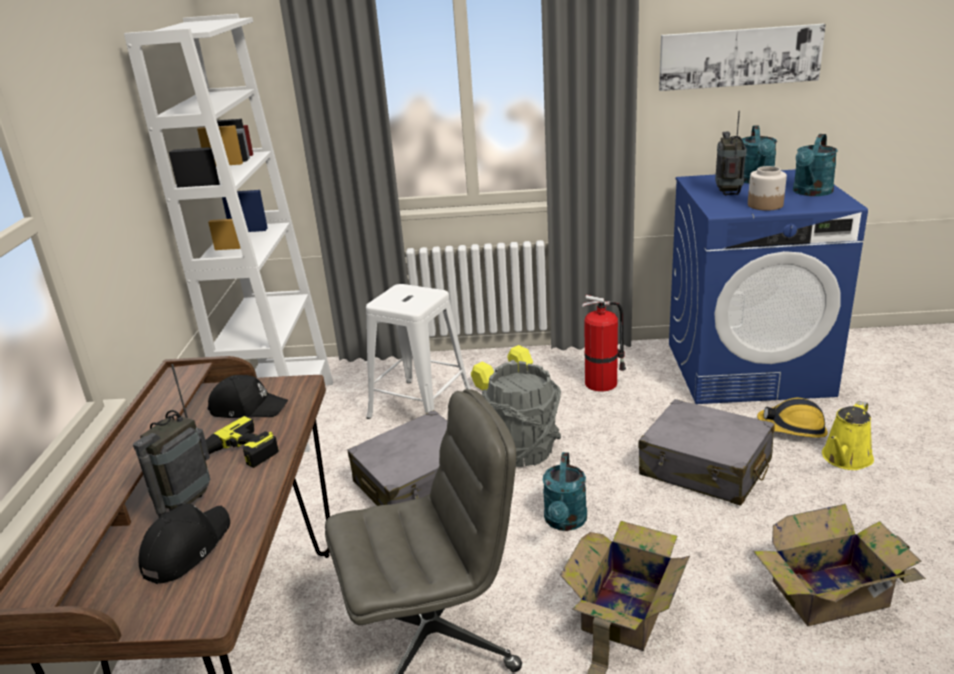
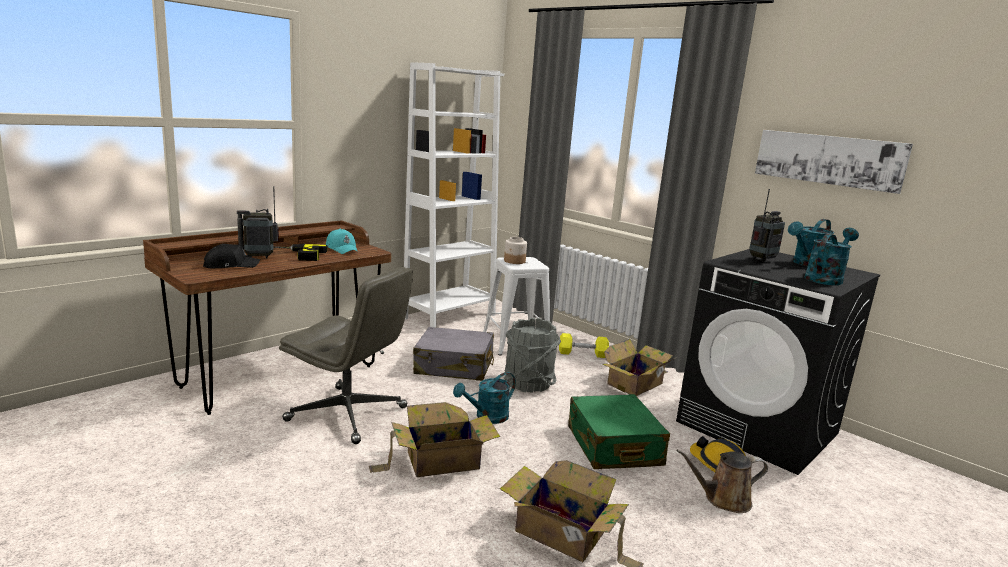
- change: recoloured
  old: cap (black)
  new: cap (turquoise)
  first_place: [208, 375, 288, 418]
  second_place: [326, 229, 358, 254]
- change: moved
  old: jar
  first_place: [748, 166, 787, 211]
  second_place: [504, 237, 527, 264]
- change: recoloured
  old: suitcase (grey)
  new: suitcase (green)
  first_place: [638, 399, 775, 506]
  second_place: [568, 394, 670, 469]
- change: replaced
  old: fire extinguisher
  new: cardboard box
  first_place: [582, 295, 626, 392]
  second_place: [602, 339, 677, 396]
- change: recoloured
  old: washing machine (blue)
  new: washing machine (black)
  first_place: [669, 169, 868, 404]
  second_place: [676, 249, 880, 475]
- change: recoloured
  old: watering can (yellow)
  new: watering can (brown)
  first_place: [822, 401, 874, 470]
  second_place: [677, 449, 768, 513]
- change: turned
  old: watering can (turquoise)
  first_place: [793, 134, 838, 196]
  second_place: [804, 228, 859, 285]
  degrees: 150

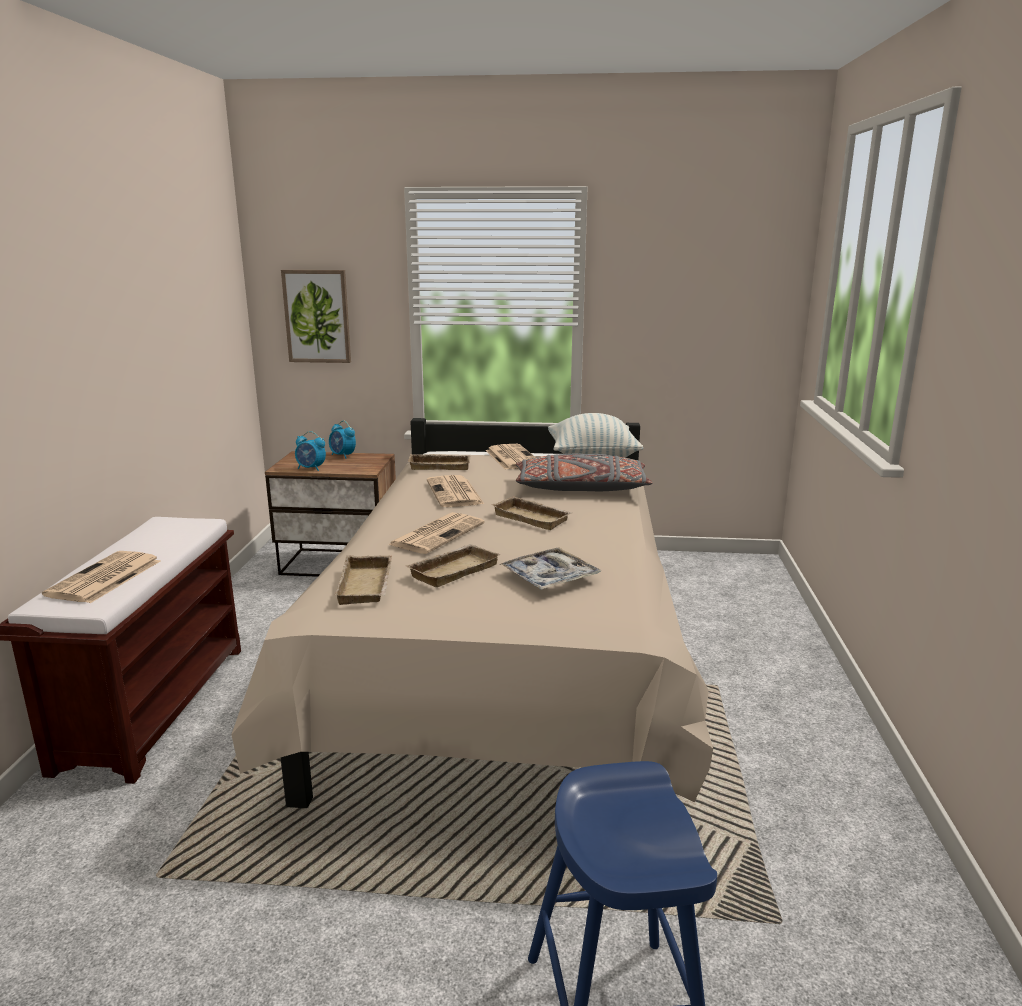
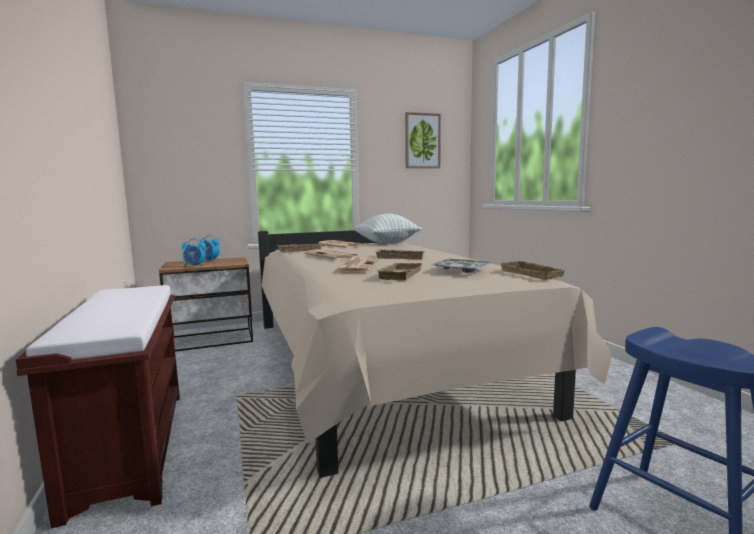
- change: moved
  old: picture
  first_place: [281, 270, 351, 363]
  second_place: [405, 112, 441, 168]
- change: moved
  old: tray (beige)
  first_place: [334, 555, 392, 605]
  second_place: [500, 260, 566, 280]
- change: removed
  old: newspaper
  first_place: [42, 551, 160, 603]
- change: removed
  old: pillow (grey)
  first_place: [516, 453, 653, 491]

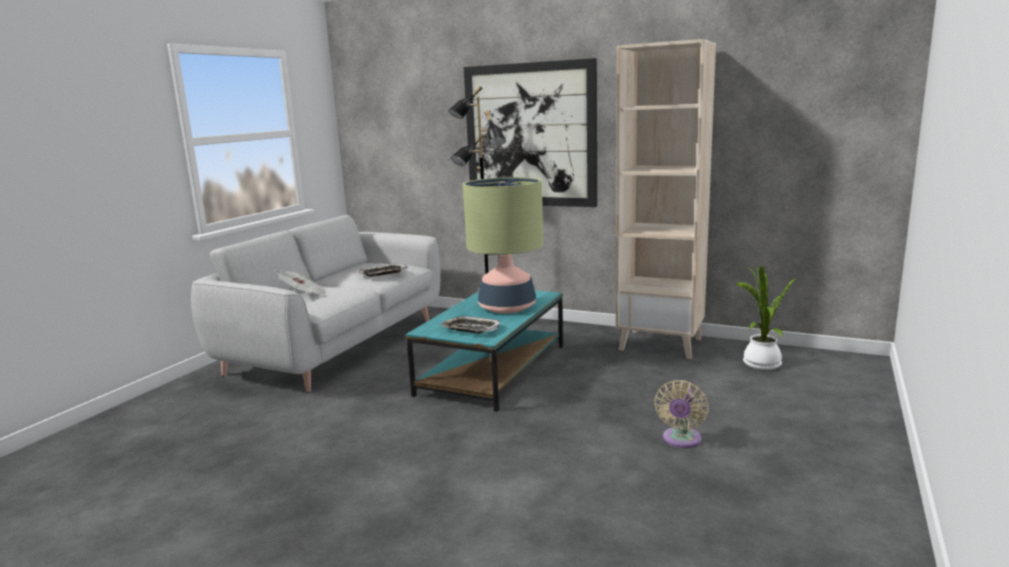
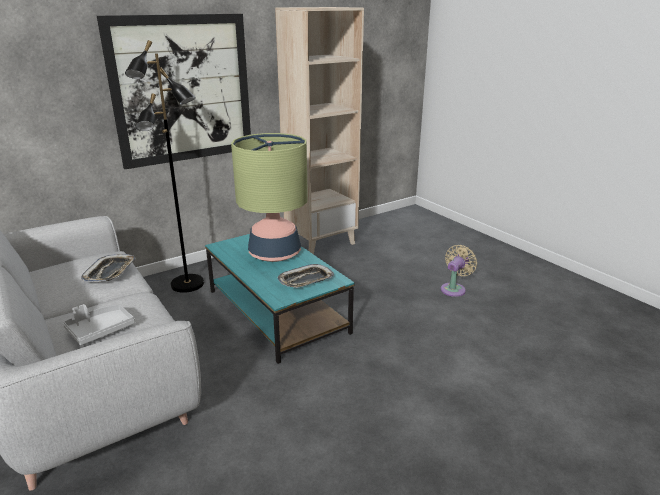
- change: replaced
  old: newspaper
  new: tray (grey)
  first_place: [274, 270, 327, 295]
  second_place: [63, 304, 135, 345]
- change: turned
  old: fan (beige)
  first_place: [654, 380, 709, 448]
  second_place: [441, 245, 477, 297]
  degrees: -105
- change: removed
  old: potted plant
  first_place: [735, 265, 796, 370]

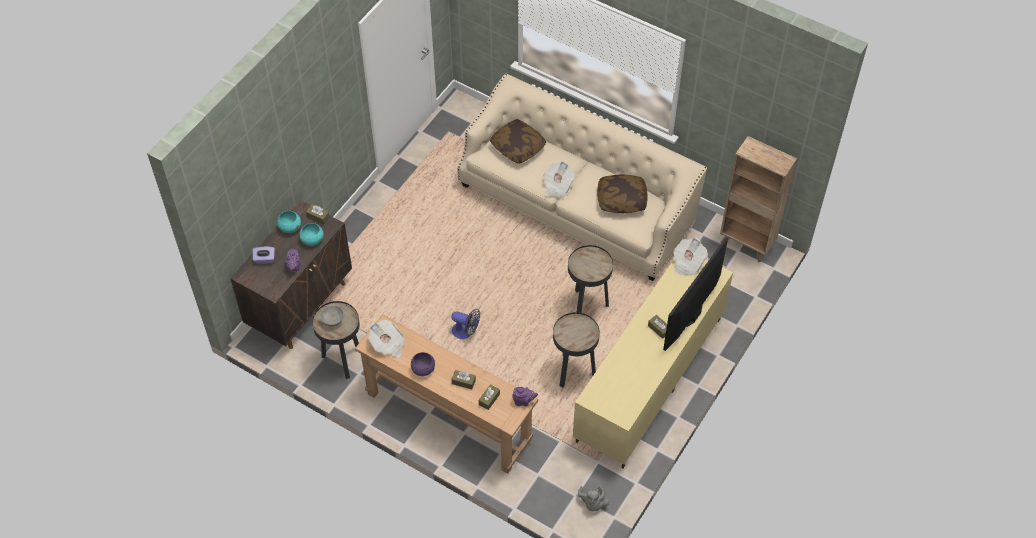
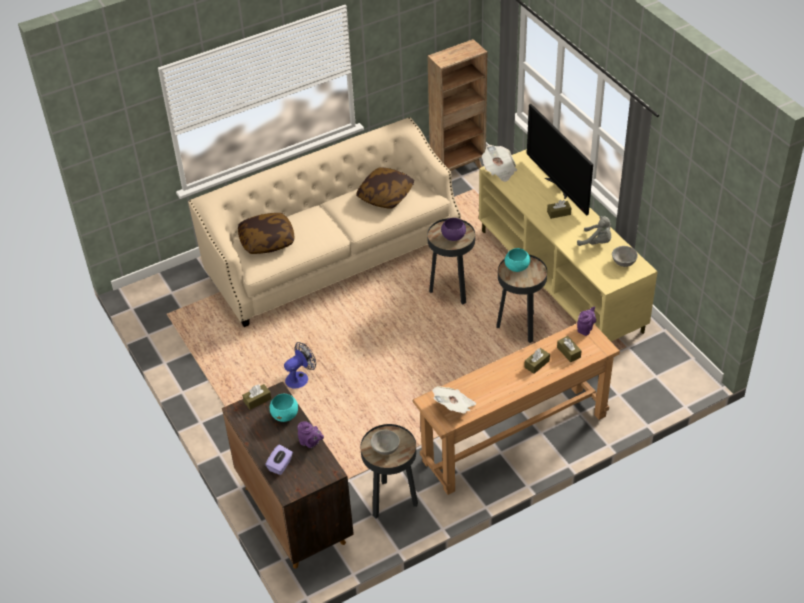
- change: moved
  old: fan
  first_place: [452, 308, 480, 339]
  second_place: [284, 342, 316, 389]
- change: moved
  old: bowl (purple)
  first_place: [411, 352, 435, 376]
  second_place: [441, 218, 466, 241]
- change: moved
  old: bowl (turquoise)
  first_place: [277, 211, 301, 233]
  second_place: [505, 248, 530, 272]
- change: moved
  old: plush toy (grey)
  first_place: [578, 485, 609, 512]
  second_place: [577, 216, 612, 246]
- change: added
  new: bowl (grey)
  second_place: [612, 246, 638, 267]
- change: removed
  old: newspaper
  first_place: [543, 161, 575, 197]

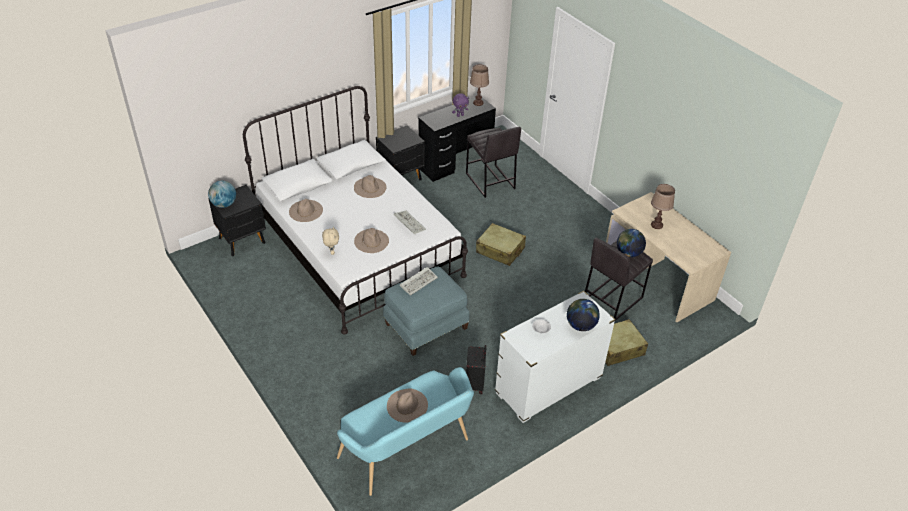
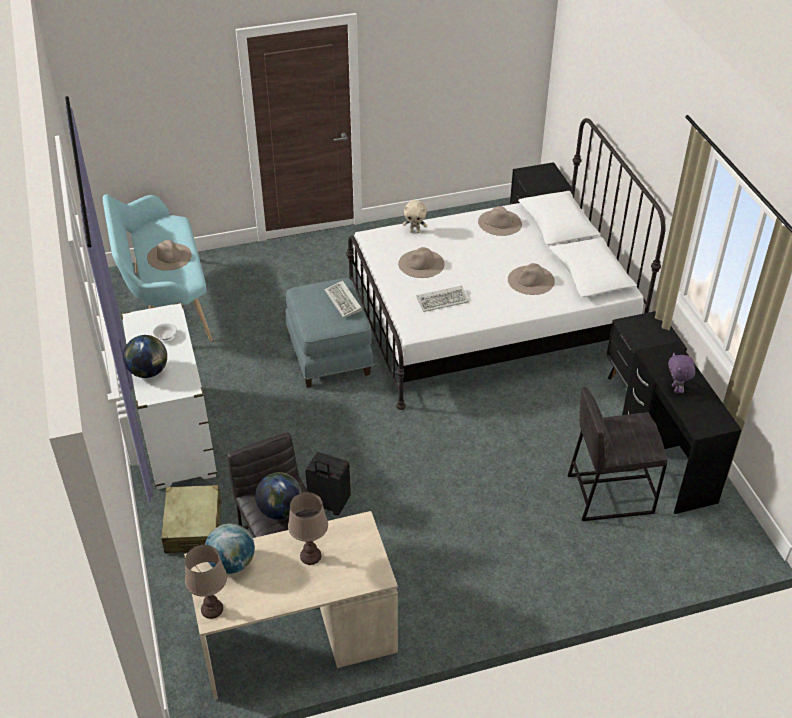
- change: moved
  old: table lamp (brown)
  first_place: [470, 64, 489, 106]
  second_place: [185, 545, 227, 619]
- change: moved
  old: globe
  first_place: [208, 181, 236, 208]
  second_place: [205, 524, 255, 574]
- change: moved
  old: suitcase (black)
  first_place: [466, 345, 486, 394]
  second_place: [305, 452, 351, 515]
- change: removed
  old: suitcase (beige)
  first_place: [476, 223, 526, 266]

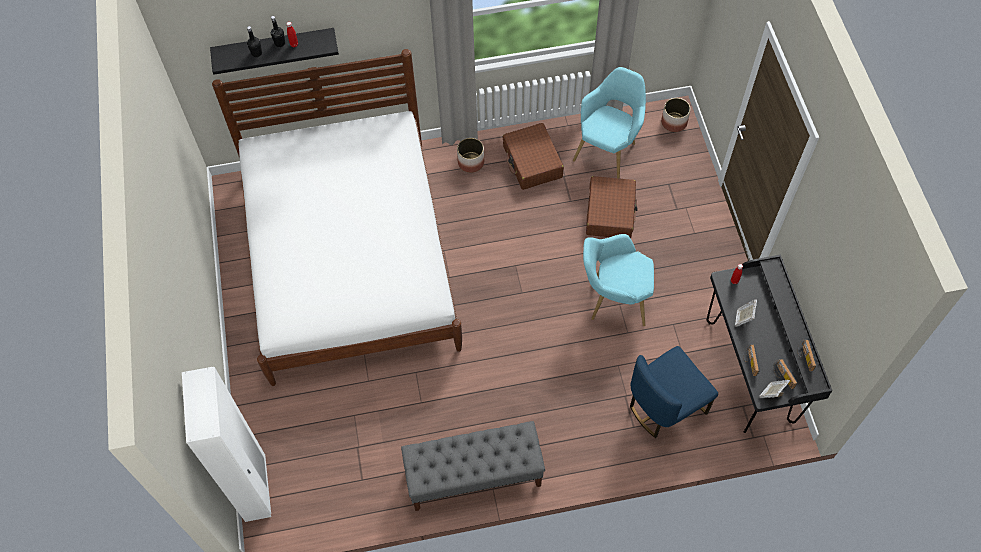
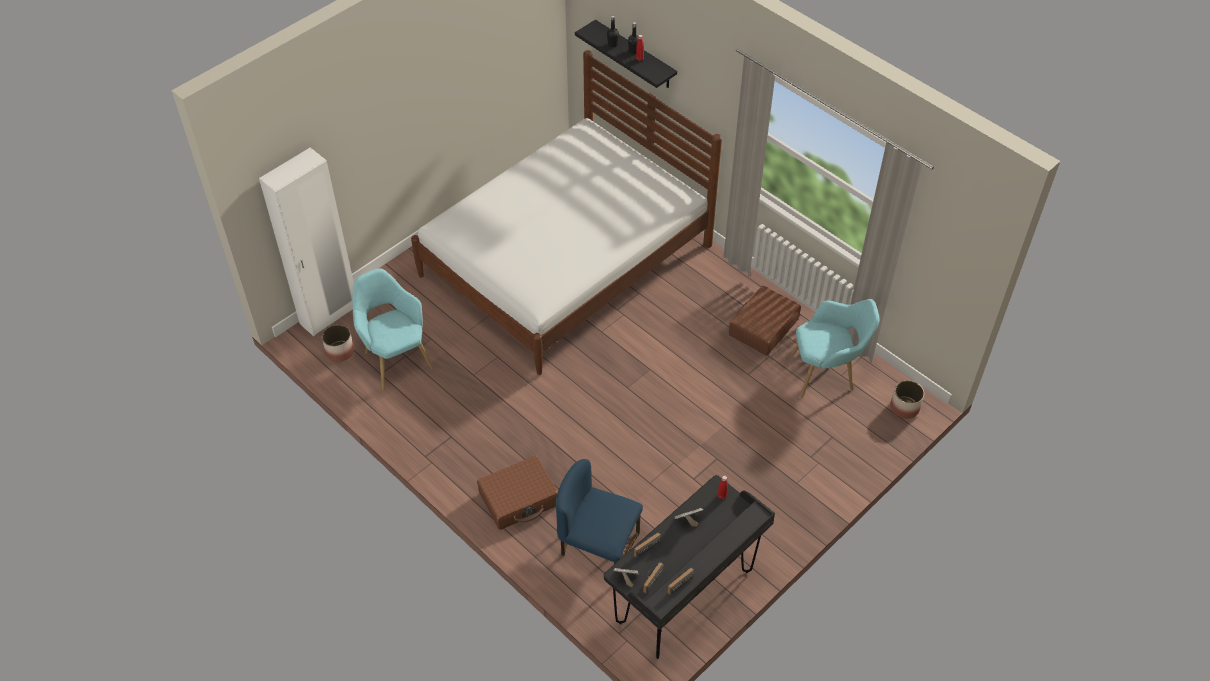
- change: moved
  old: planter
  first_place: [457, 138, 484, 173]
  second_place: [322, 325, 354, 362]
- change: moved
  old: armchair (turquoise)
  first_place: [583, 234, 654, 326]
  second_place: [353, 268, 433, 391]
- change: moved
  old: suitcase (brown)
  first_place: [586, 176, 638, 238]
  second_place: [477, 456, 558, 530]
- change: removed
  old: bench (grey)
  first_place: [401, 421, 545, 511]

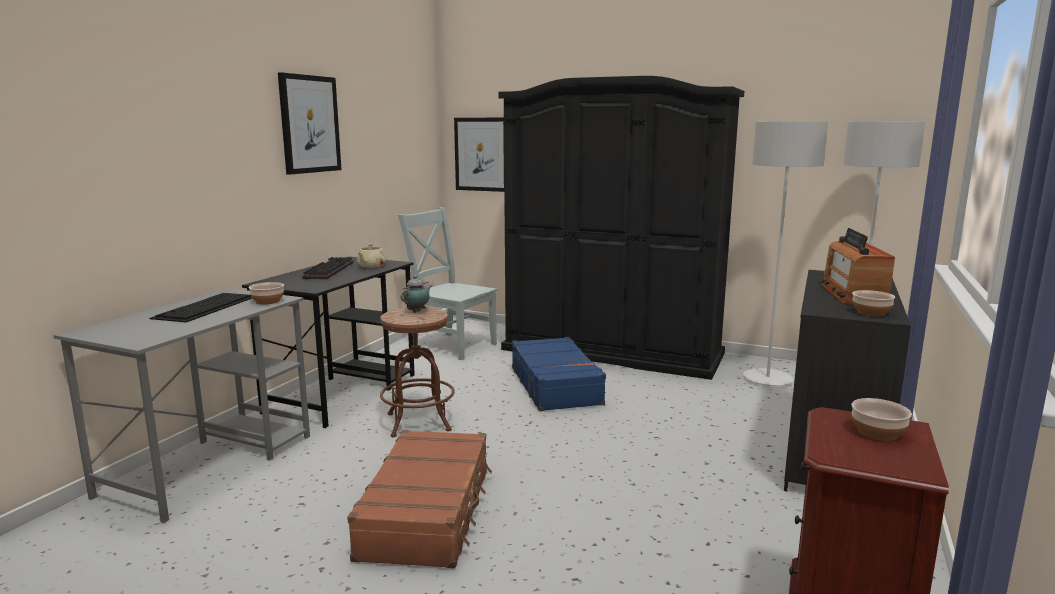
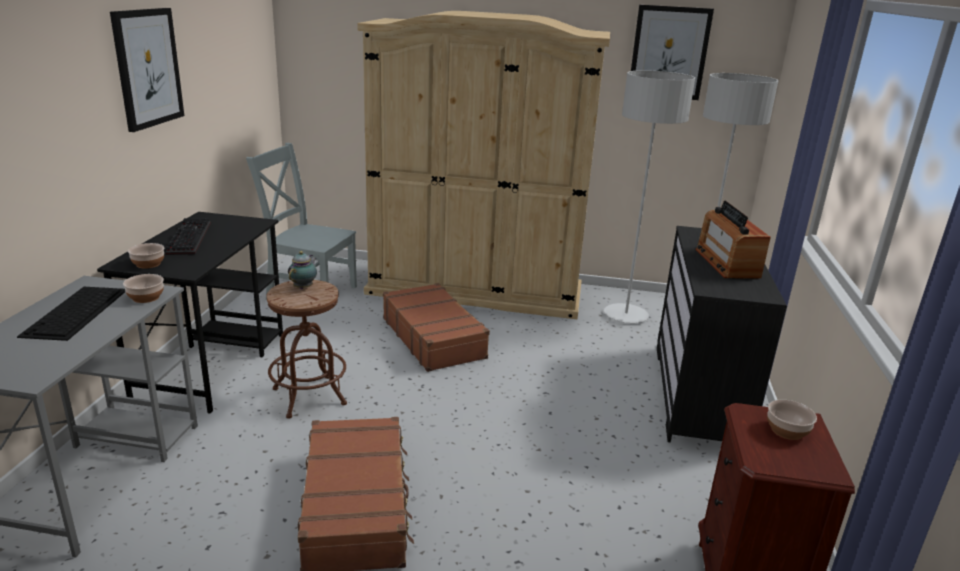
- change: moved
  old: bowl
  first_place: [852, 290, 895, 317]
  second_place: [128, 243, 164, 268]
- change: recoloured
  old: wardrobe (black)
  new: wardrobe (beige)
  first_place: [499, 76, 744, 380]
  second_place: [357, 11, 610, 319]
- change: recoloured
  old: suitcase (blue)
  new: suitcase (brown)
  first_place: [512, 337, 606, 411]
  second_place: [383, 283, 490, 372]
- change: moved
  old: picture
  first_place: [454, 118, 504, 192]
  second_place: [631, 5, 714, 100]
- change: removed
  old: teapot (beige)
  first_place: [357, 244, 386, 268]

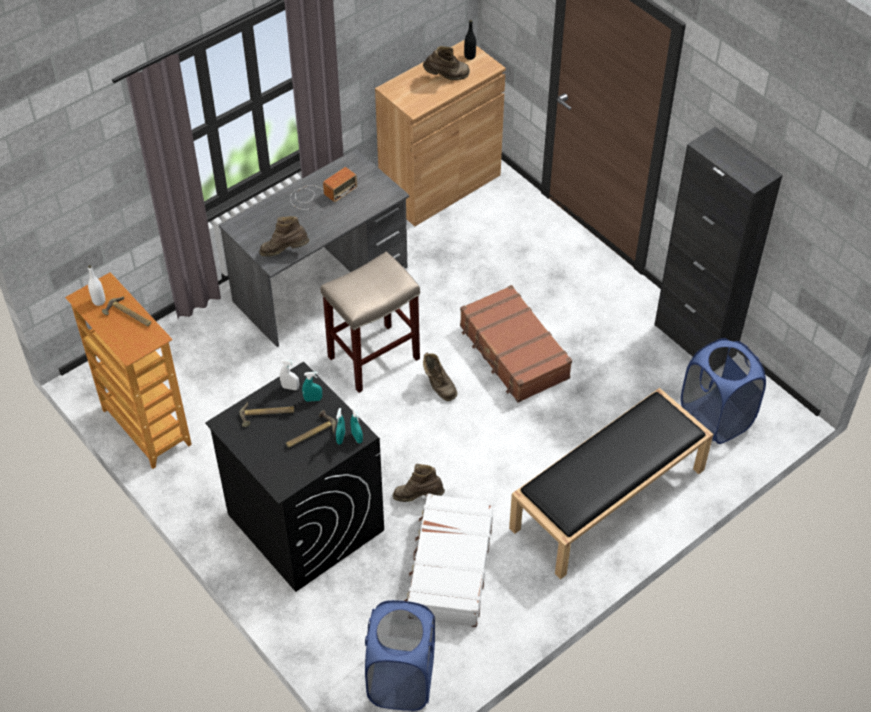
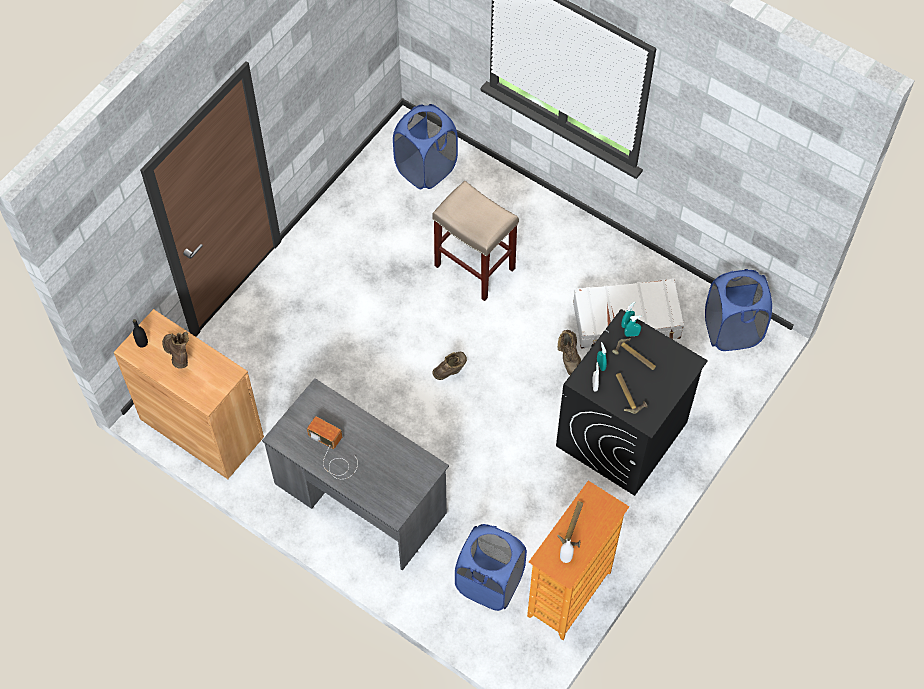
- change: moved
  old: stool (beige)
  first_place: [321, 251, 420, 393]
  second_place: [432, 181, 519, 301]
- change: added
  new: laundry basket (blue)
  second_place: [455, 524, 527, 611]
- change: removed
  old: boot (brown)
  first_place: [259, 216, 309, 257]
- change: removed
  old: suitcase (brown)
  first_place: [460, 285, 572, 403]
- change: removed
  old: bench (black)
  first_place: [509, 388, 713, 579]
- change: removed
  old: cabinet (black)
  first_place: [654, 127, 783, 357]

